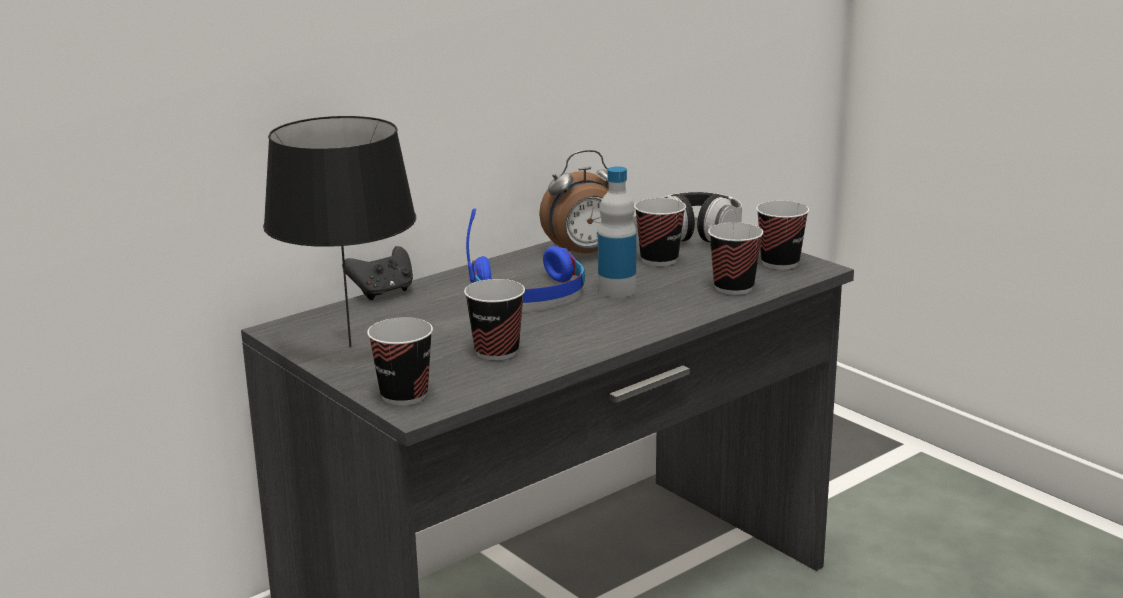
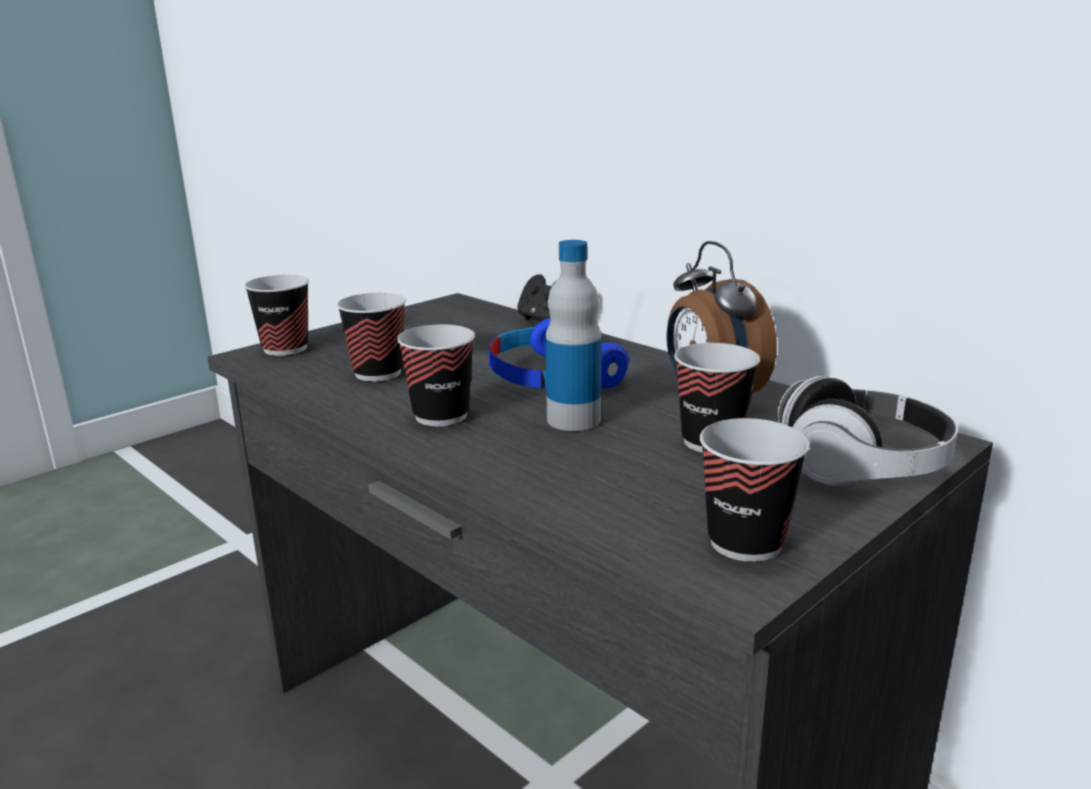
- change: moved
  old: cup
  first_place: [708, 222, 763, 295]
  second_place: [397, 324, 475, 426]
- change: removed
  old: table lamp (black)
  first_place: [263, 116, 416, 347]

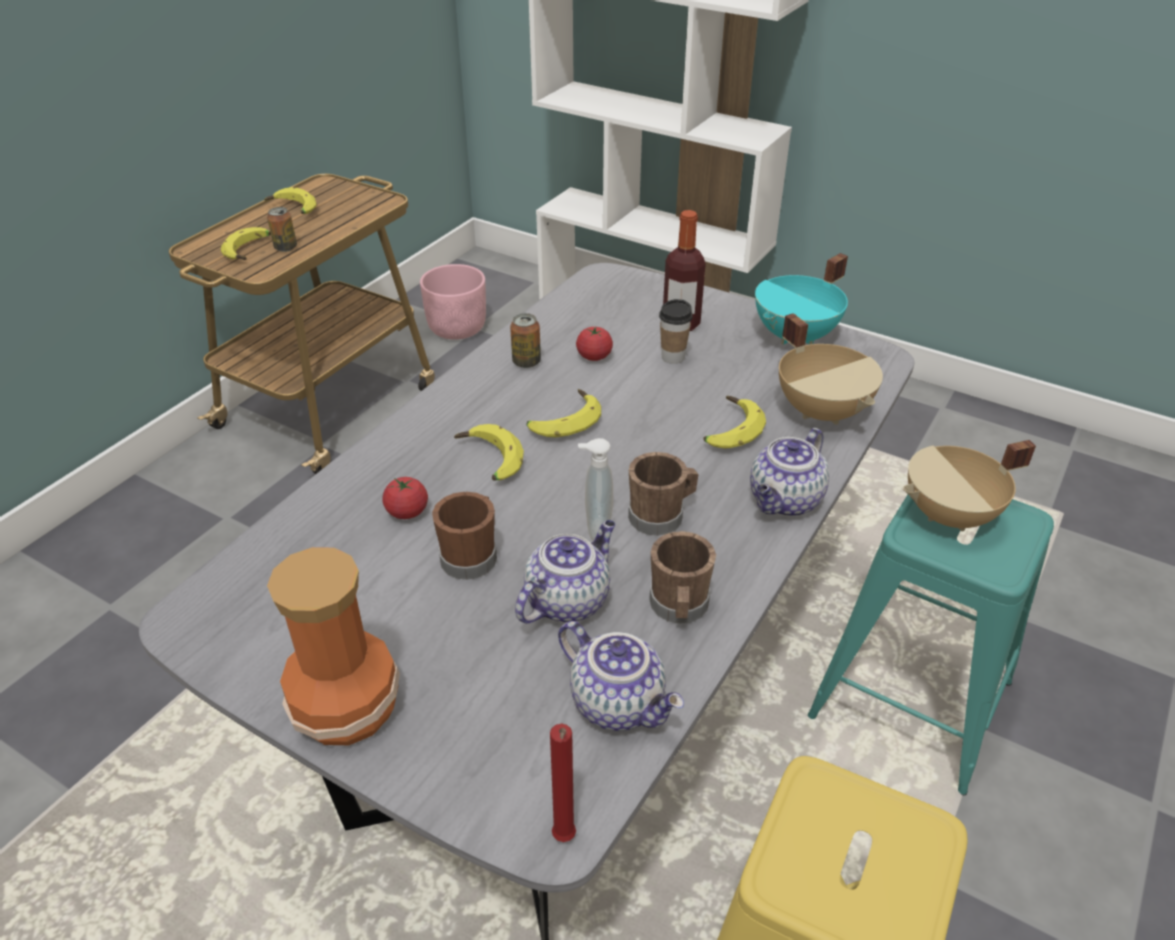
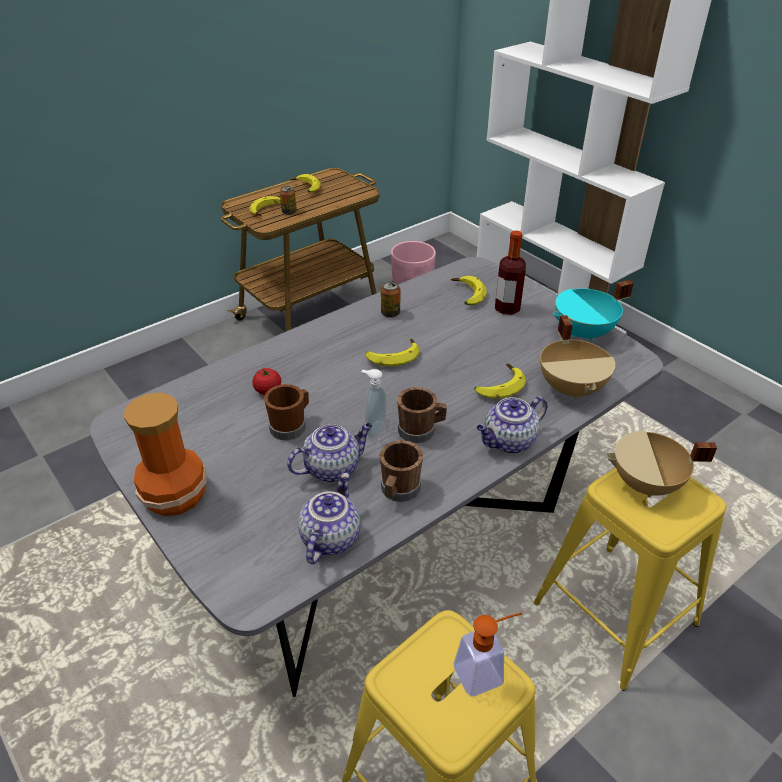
- change: turned
  old: teapot
  first_place: [558, 621, 684, 731]
  second_place: [298, 473, 360, 564]
  degrees: -135
- change: moved
  old: banana
  first_place: [454, 424, 524, 481]
  second_place: [451, 276, 487, 305]
- change: added
  new: soap dispenser
  second_place: [454, 612, 522, 697]
- change: recoloured
  old: stool (turquoise)
  new: stool (yellow)
  first_place: [808, 495, 1054, 795]
  second_place: [534, 468, 727, 691]
- change: removed
  old: candle (red)
  first_place: [550, 724, 576, 842]
- change: removed
  old: tomato
  first_place: [576, 327, 613, 361]
- change: removed
  old: cup
  first_place: [659, 299, 693, 364]

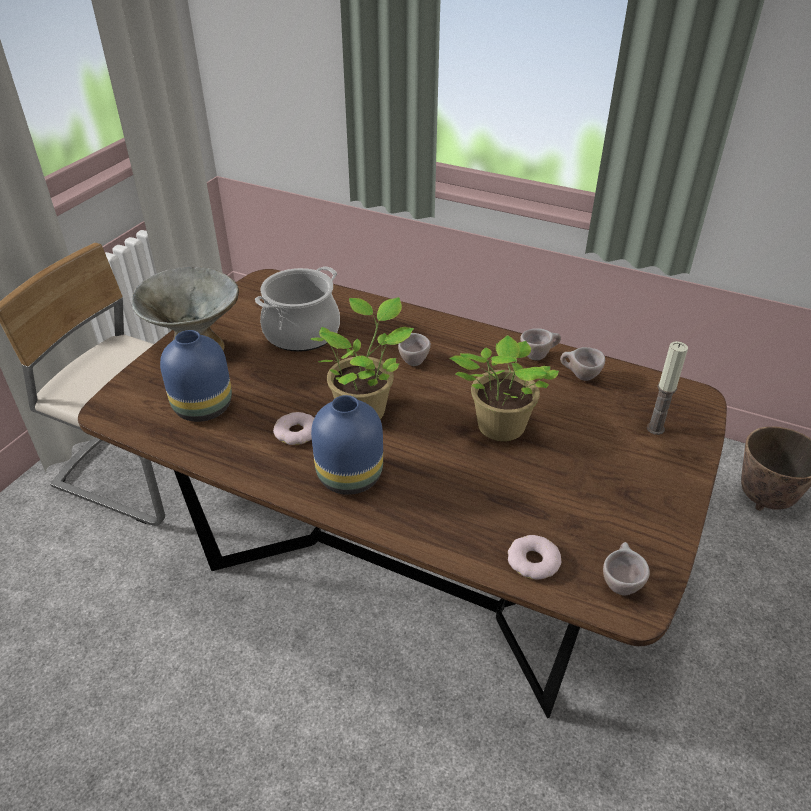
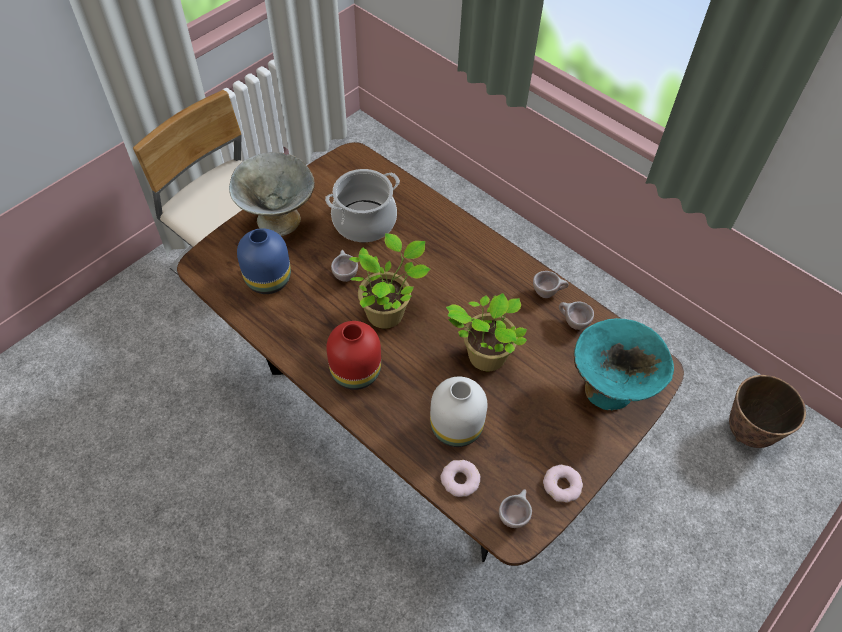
- change: recoloured
  old: vase (blue)
  new: vase (red)
  first_place: [311, 395, 383, 495]
  second_place: [326, 321, 381, 390]
- change: moved
  old: cup (beige)
  first_place: [398, 333, 431, 366]
  second_place: [331, 250, 358, 282]
- change: added
  new: vase (white)
  second_place: [430, 376, 487, 447]
- change: moved
  old: donut
  first_place: [273, 412, 314, 445]
  second_place: [543, 465, 583, 503]
- change: replaced
  old: candle
  new: bowl (turquoise)
  first_place: [646, 341, 688, 435]
  second_place: [574, 318, 674, 410]

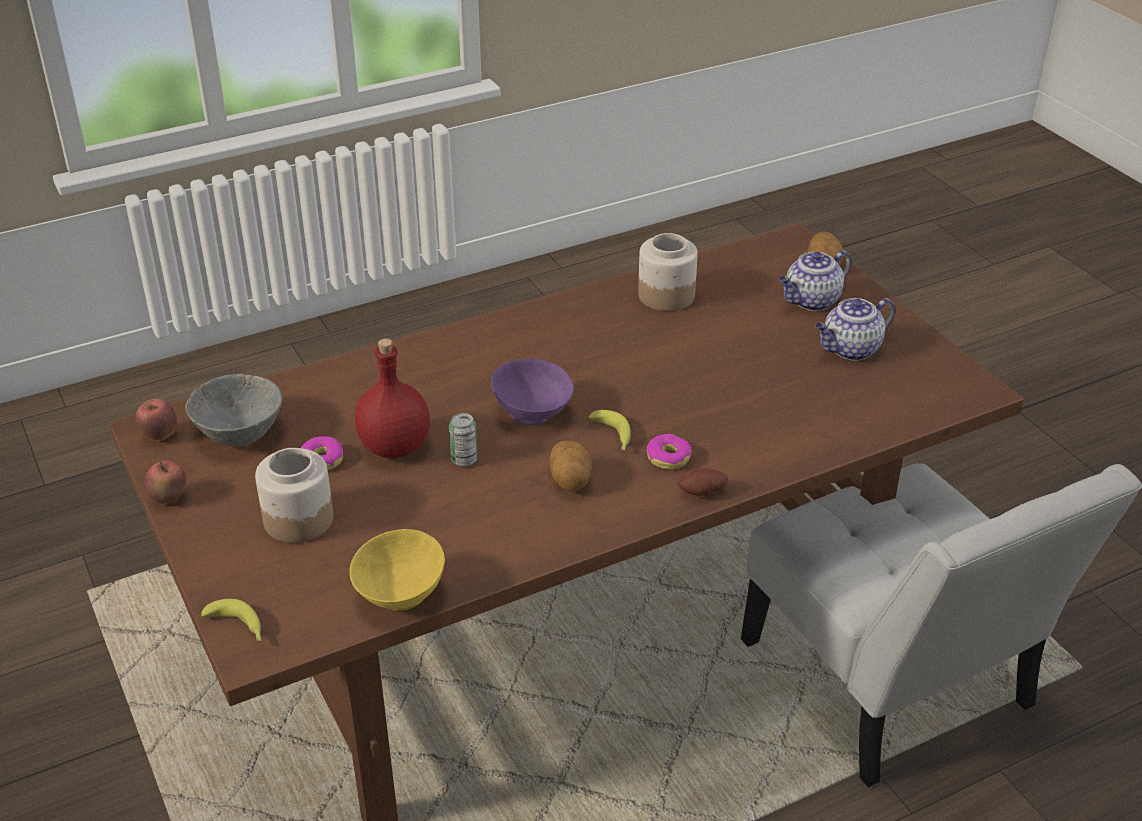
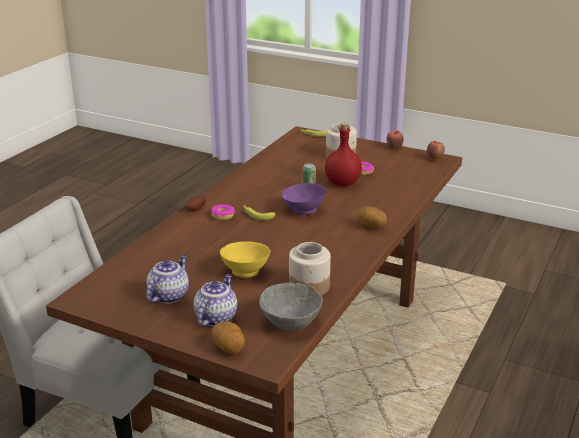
- change: moved
  old: bowl (yellow)
  first_place: [349, 529, 445, 611]
  second_place: [220, 241, 270, 278]
- change: moved
  old: bowl (grey)
  first_place: [185, 374, 282, 447]
  second_place: [259, 283, 323, 331]
- change: moved
  old: potato
  first_place: [550, 441, 592, 491]
  second_place: [358, 206, 387, 228]

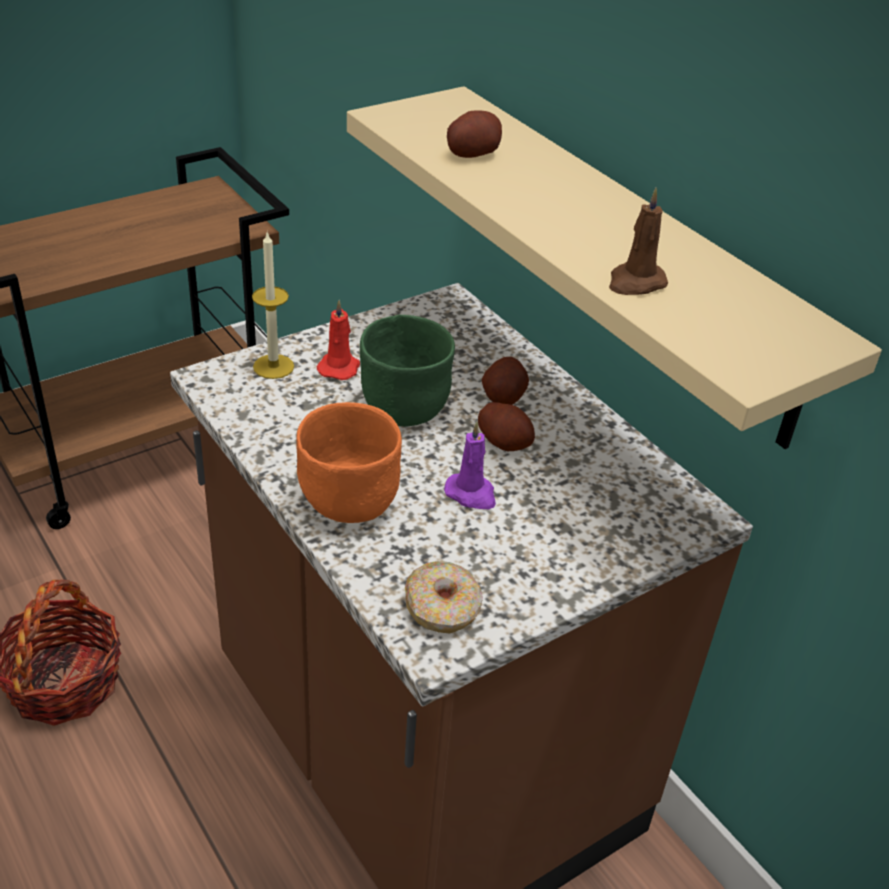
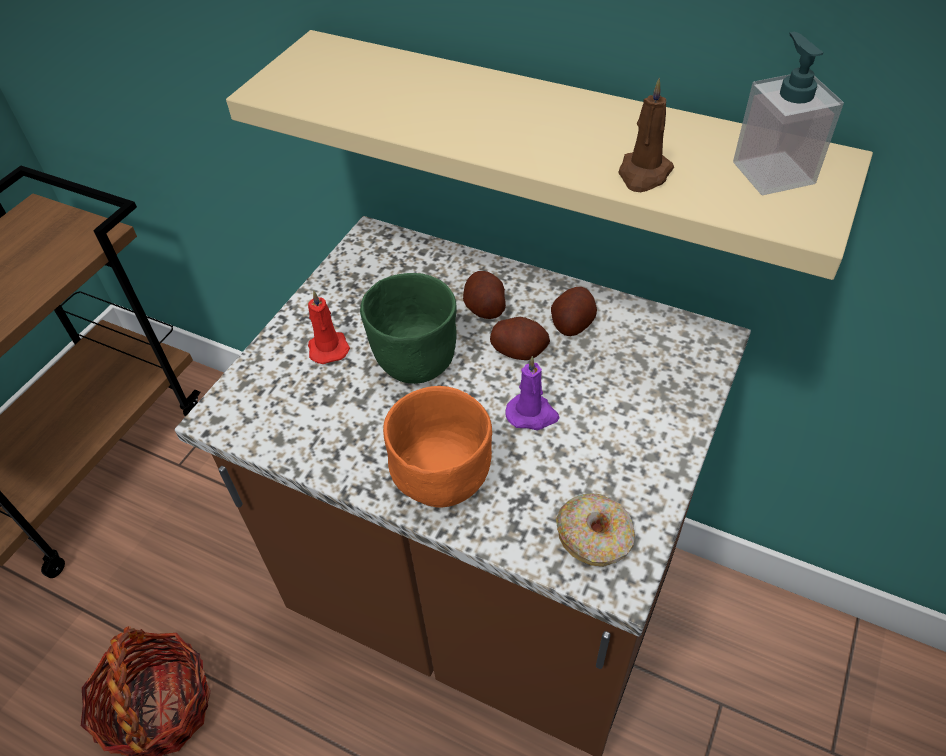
- change: moved
  old: potato
  first_place: [447, 111, 502, 158]
  second_place: [551, 287, 597, 336]
- change: added
  new: soap dispenser
  second_place: [733, 32, 844, 195]
- change: removed
  old: candle
  first_place: [252, 232, 294, 379]

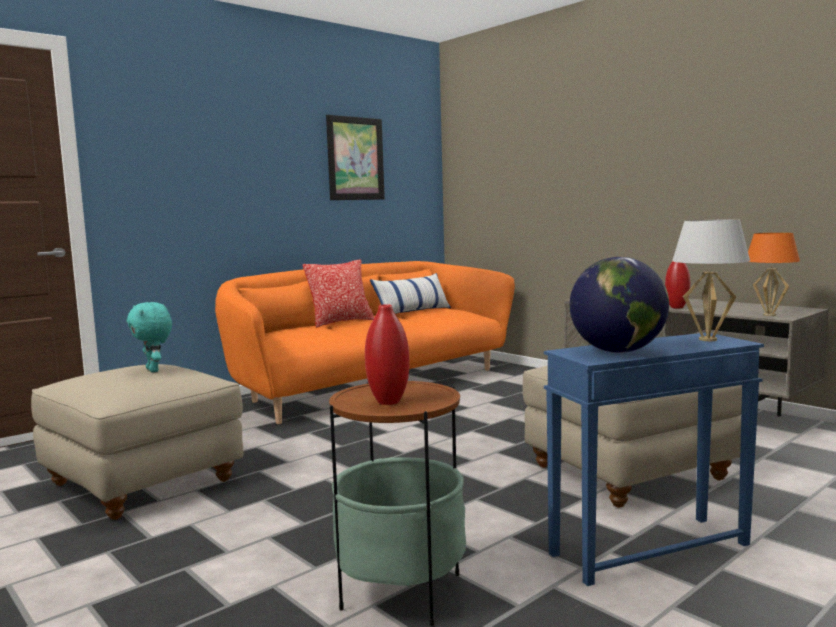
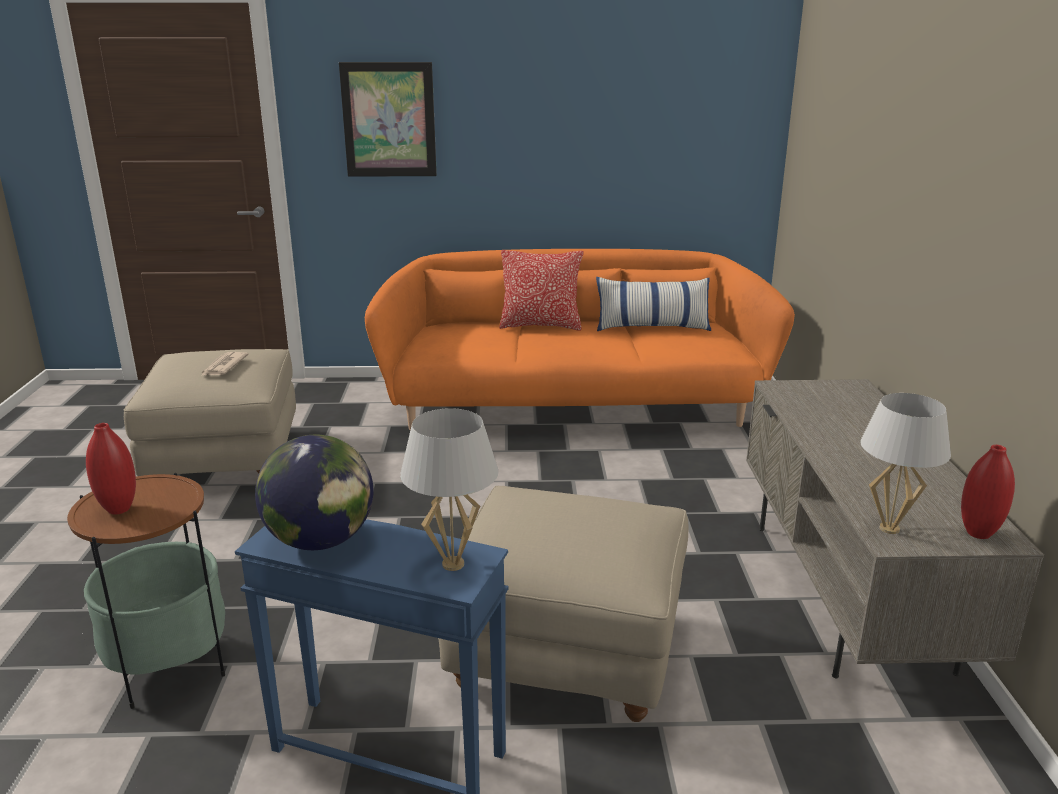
- change: replaced
  old: plush toy (turquoise)
  new: newspaper
  first_place: [127, 302, 172, 372]
  second_place: [201, 352, 249, 376]
- change: moved
  old: picture
  first_place: [326, 115, 385, 200]
  second_place: [339, 62, 437, 177]
- change: recoloured
  old: table lamp (orange)
  new: table lamp (white)
  first_place: [748, 233, 800, 316]
  second_place: [860, 393, 951, 534]
- change: moved
  old: vase (red)
  first_place: [665, 261, 690, 308]
  second_place: [961, 445, 1015, 539]

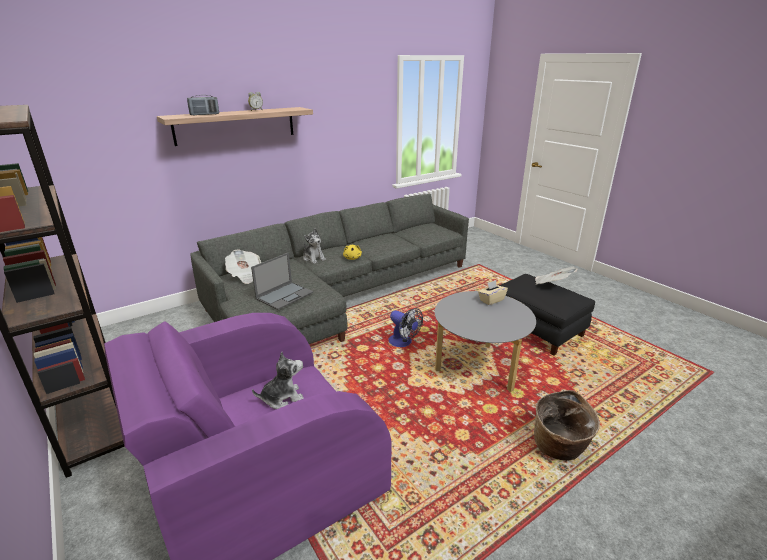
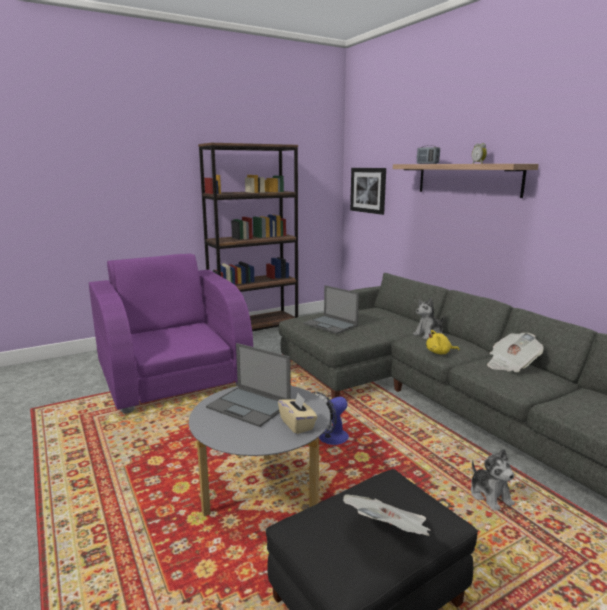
- change: added
  new: laptop
  second_place: [206, 343, 291, 427]
- change: added
  new: picture
  second_place: [350, 168, 386, 215]
- change: moved
  old: plush toy
  first_place: [252, 352, 304, 409]
  second_place: [471, 449, 515, 511]
- change: moved
  old: newspaper
  first_place: [225, 249, 261, 284]
  second_place: [487, 333, 544, 372]
- change: removed
  old: basket
  first_place: [534, 390, 600, 461]

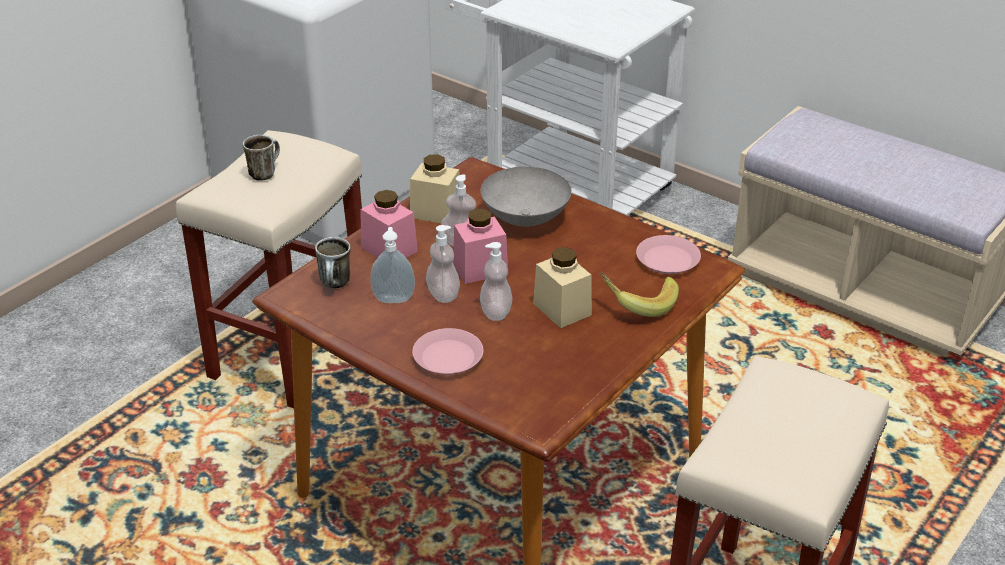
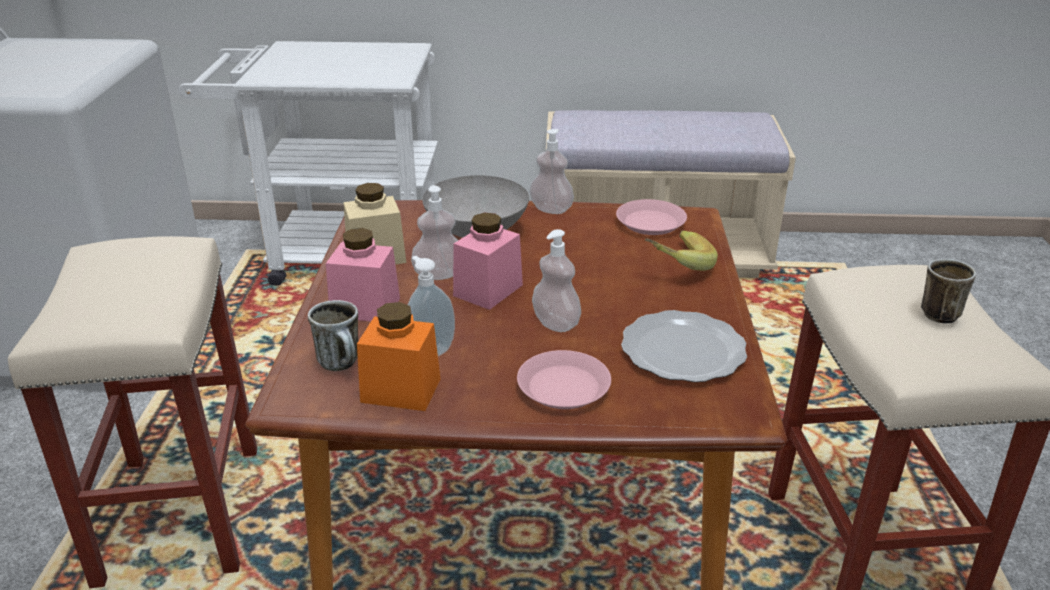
- change: added
  new: jar (orange)
  second_place: [357, 302, 440, 411]
- change: moved
  old: soap dispenser
  first_place: [426, 225, 460, 303]
  second_place: [529, 129, 574, 214]
- change: added
  new: plate
  second_place: [621, 310, 747, 382]
- change: moved
  old: mug
  first_place: [243, 135, 280, 181]
  second_place: [921, 259, 976, 324]
- change: removed
  old: jar (beige)
  first_place: [533, 247, 592, 328]

